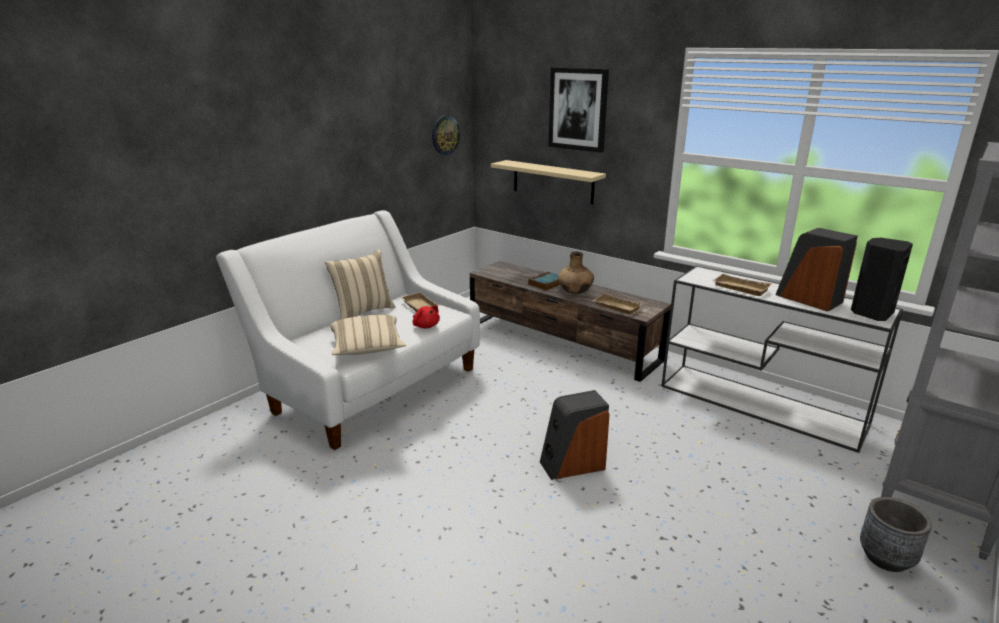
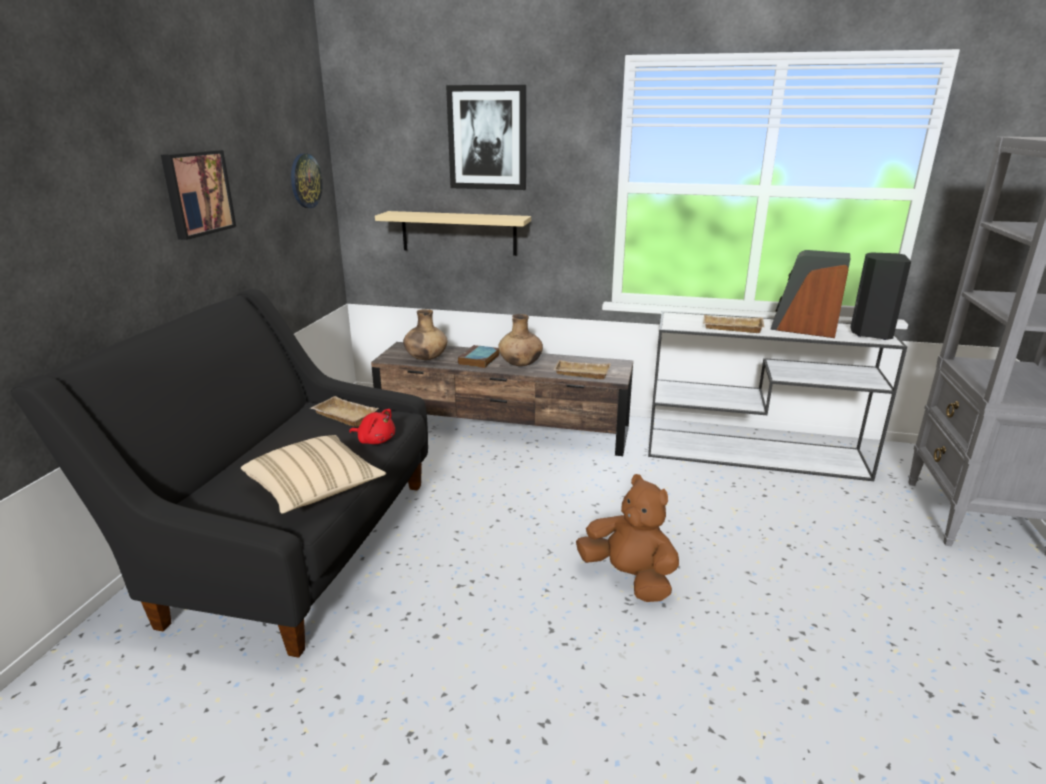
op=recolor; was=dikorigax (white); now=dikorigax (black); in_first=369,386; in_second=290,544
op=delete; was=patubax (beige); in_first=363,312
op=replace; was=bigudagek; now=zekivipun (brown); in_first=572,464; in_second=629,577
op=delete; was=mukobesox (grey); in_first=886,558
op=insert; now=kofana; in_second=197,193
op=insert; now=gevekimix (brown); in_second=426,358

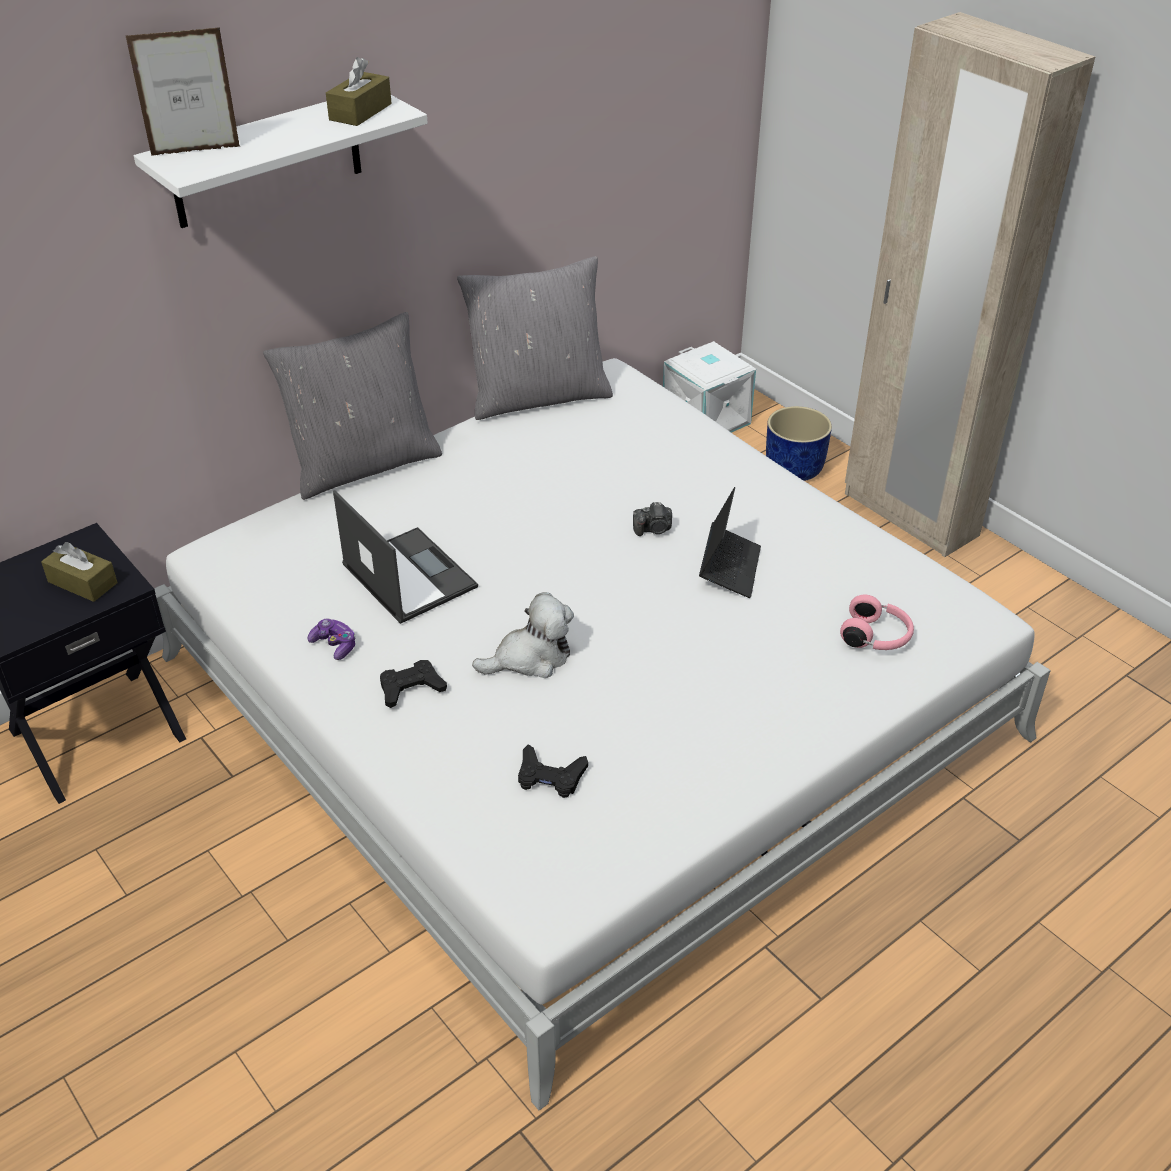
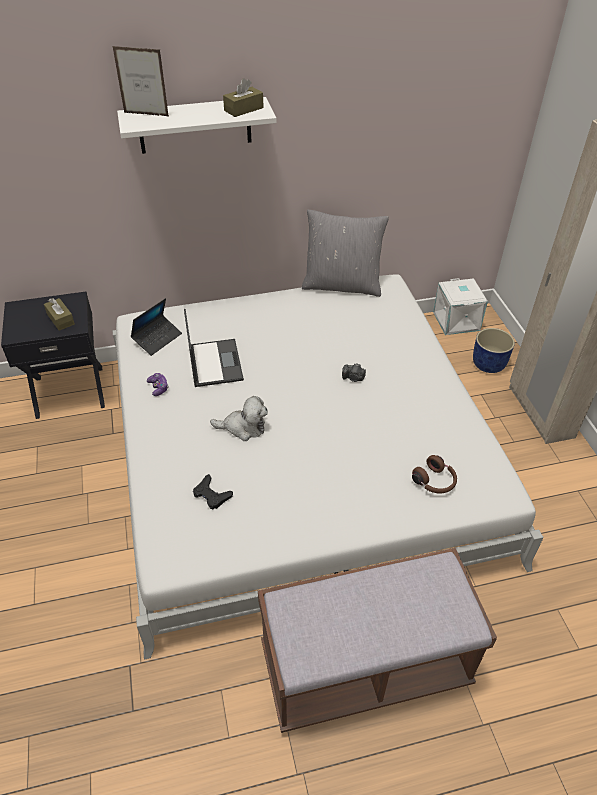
op=delete; was=patubax (grey); in_first=363,464
op=delete; was=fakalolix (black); in_first=411,688
op=move; was=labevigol; in_first=729,568; in_second=157,338
op=recolor; was=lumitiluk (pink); now=lumitiluk (brown); in_first=876,637; in_second=435,482
op=insert; now=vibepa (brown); in_second=364,666

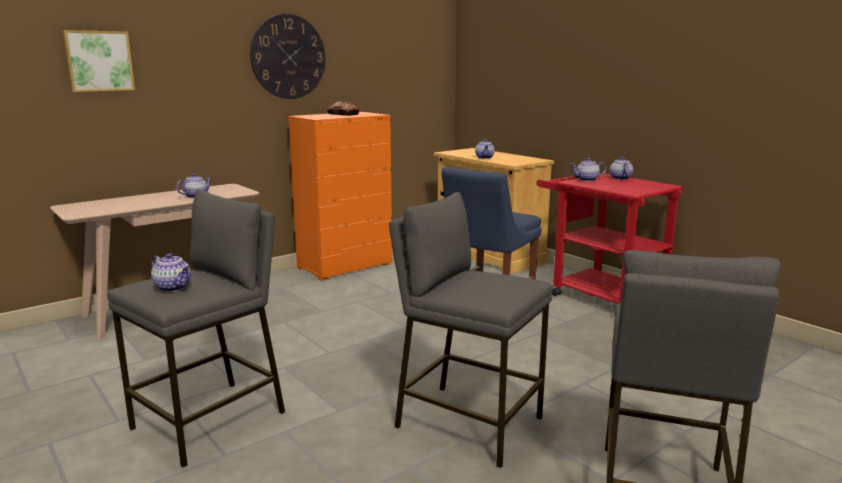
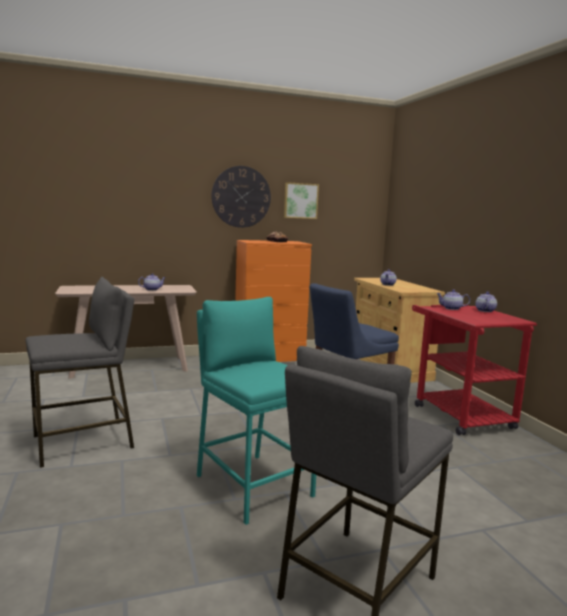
op=move; was=kofana; in_first=99,61; in_second=300,201
op=delete; was=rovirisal; in_first=173,287
op=recolor; was=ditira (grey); now=ditira (turquoise); in_first=468,422; in_second=253,485

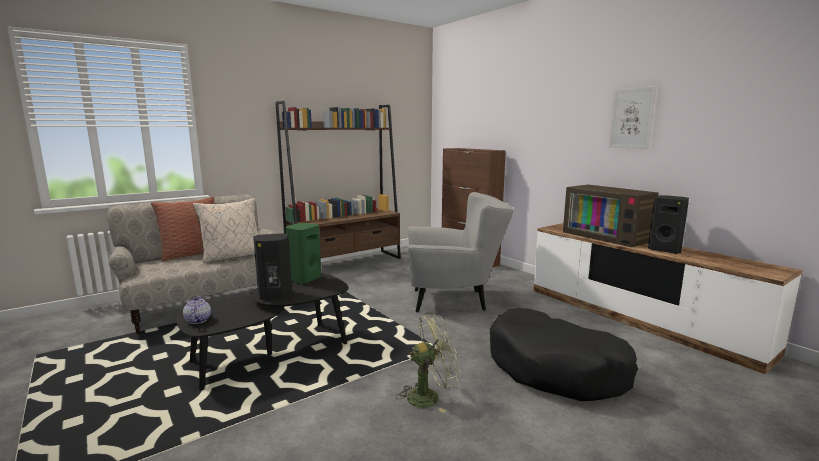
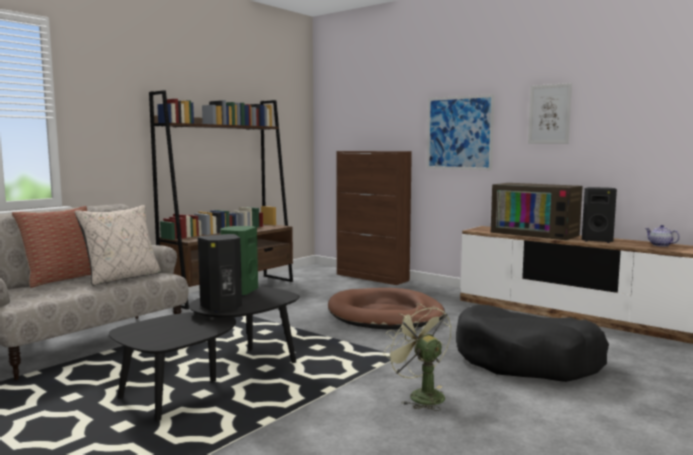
op=move; was=rovirisal; in_first=197,320; in_second=660,245
op=rotate; was=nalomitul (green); in_first=429,396; in_second=420,395; clockwise=-90
op=replace; was=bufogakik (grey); now=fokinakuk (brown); in_first=455,300; in_second=385,315
op=insert; now=kofana; in_second=459,133

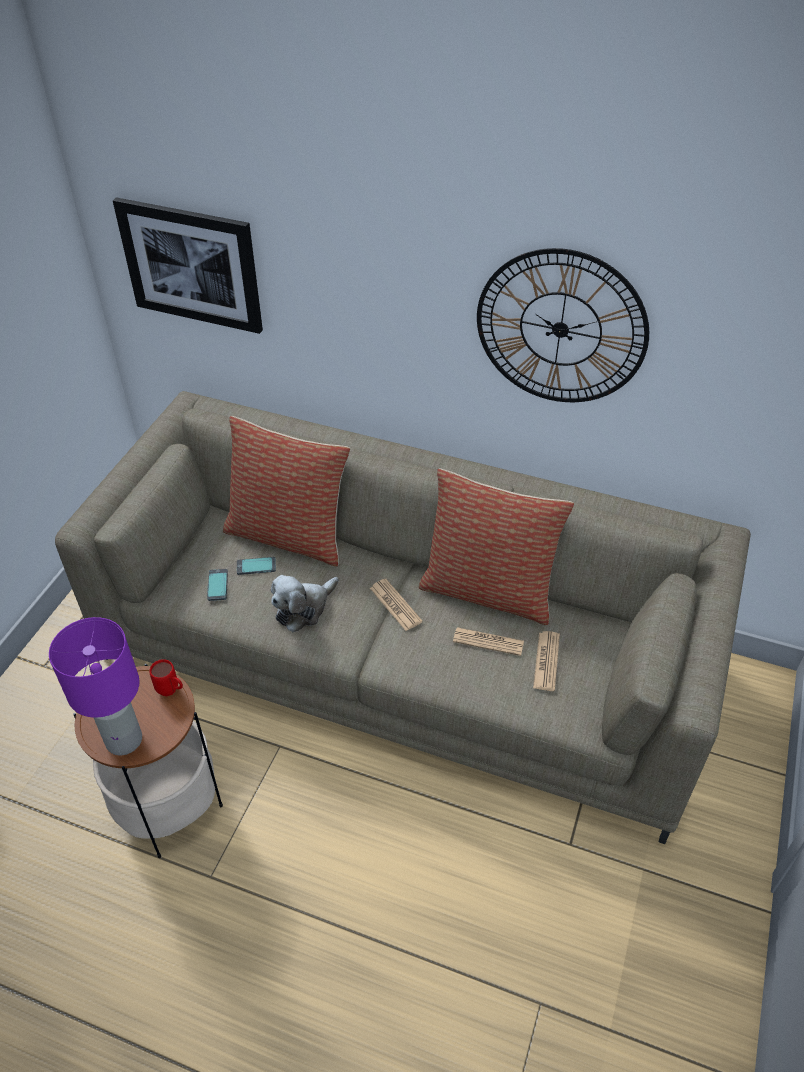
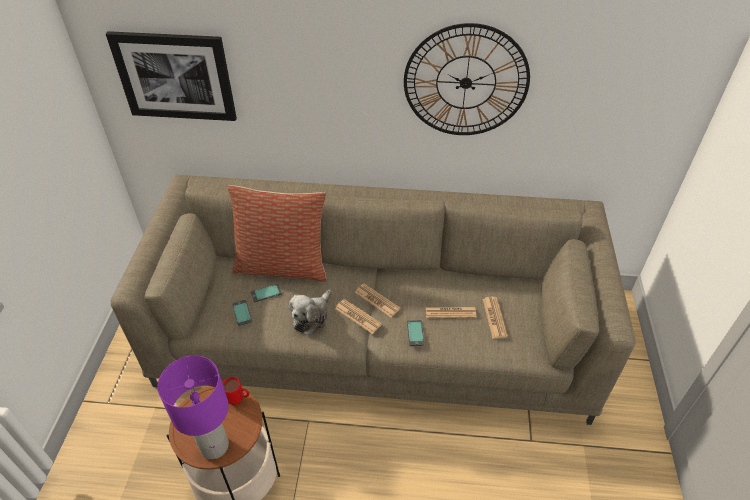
op=delete; was=patubax; in_first=488,590
op=insert; now=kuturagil; in_second=358,316
op=insert; now=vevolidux; in_second=415,333

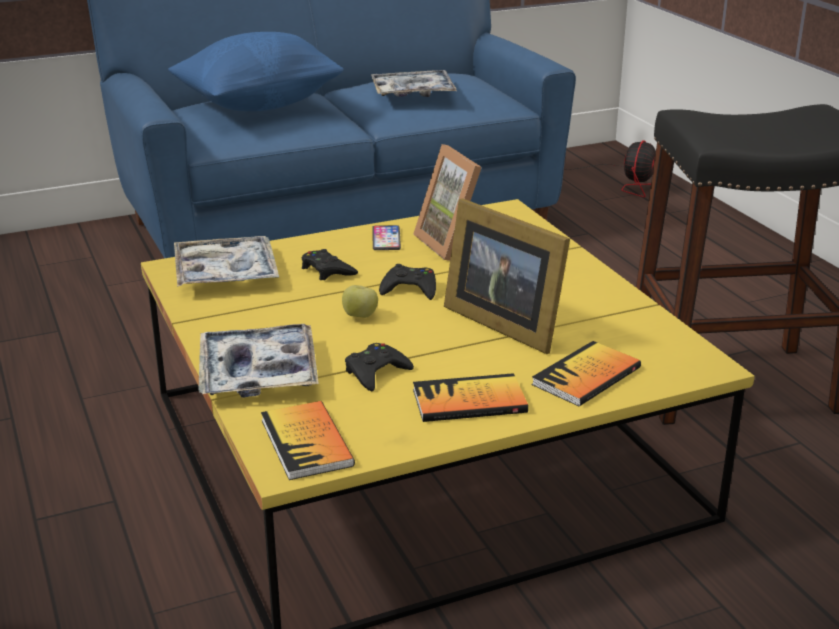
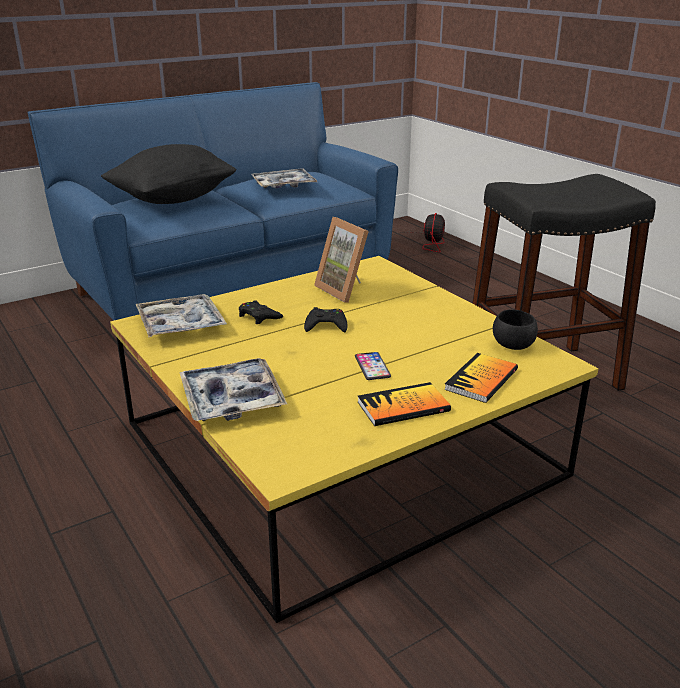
op=recolor; was=patubax (blue); now=patubax (black); in_first=259,105; in_second=173,199
op=delete; was=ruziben; in_first=306,442
op=delete; was=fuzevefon; in_first=360,316
op=delete; was=fakalolix (black); in_first=376,372
op=move; was=vevolidux; in_first=386,239; in_second=372,367
op=delete; was=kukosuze; in_first=503,322
op=insert; now=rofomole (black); in_second=512,345

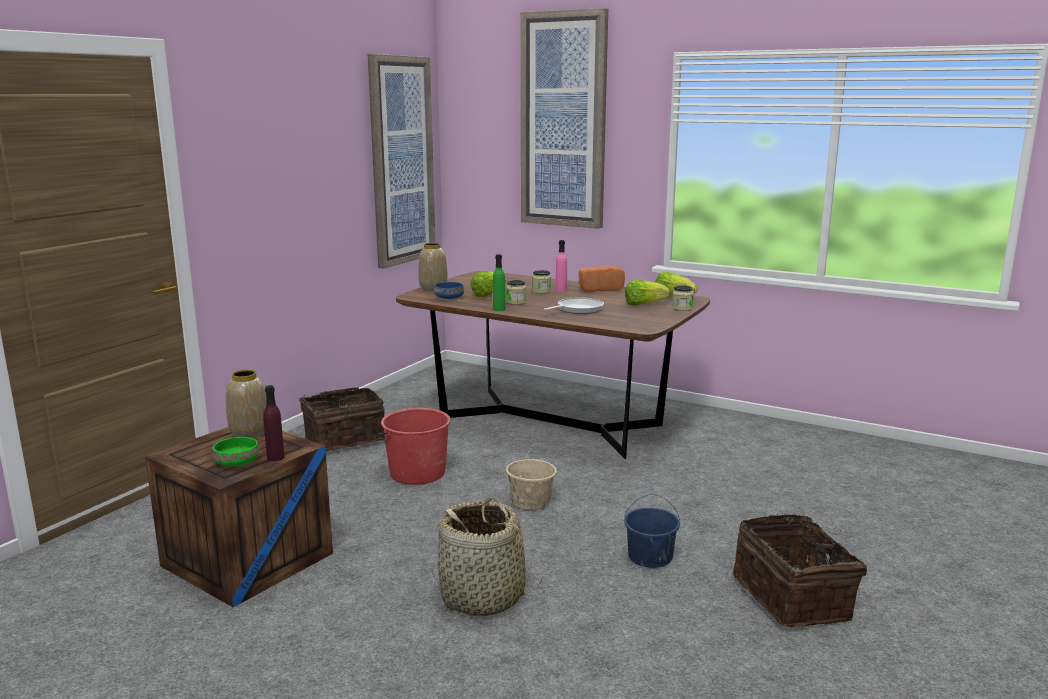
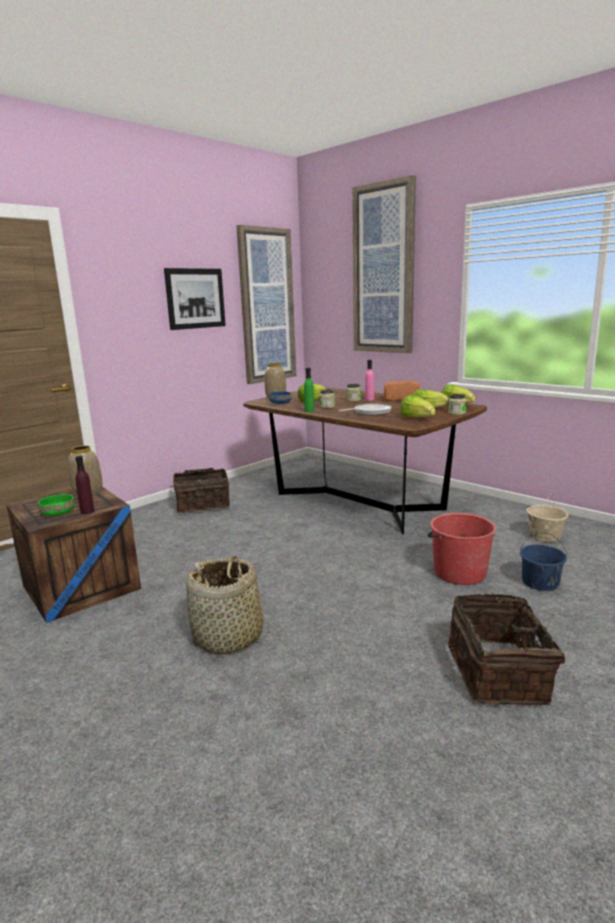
op=move; was=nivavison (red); in_first=417,473; in_second=459,572
op=move; was=nivavison (beige); in_first=531,501; in_second=544,536
op=move; was=nivavison (blue); in_first=650,556; in_second=540,582
op=insert; now=kofana; in_second=195,298
op=insert; now=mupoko; in_second=416,418

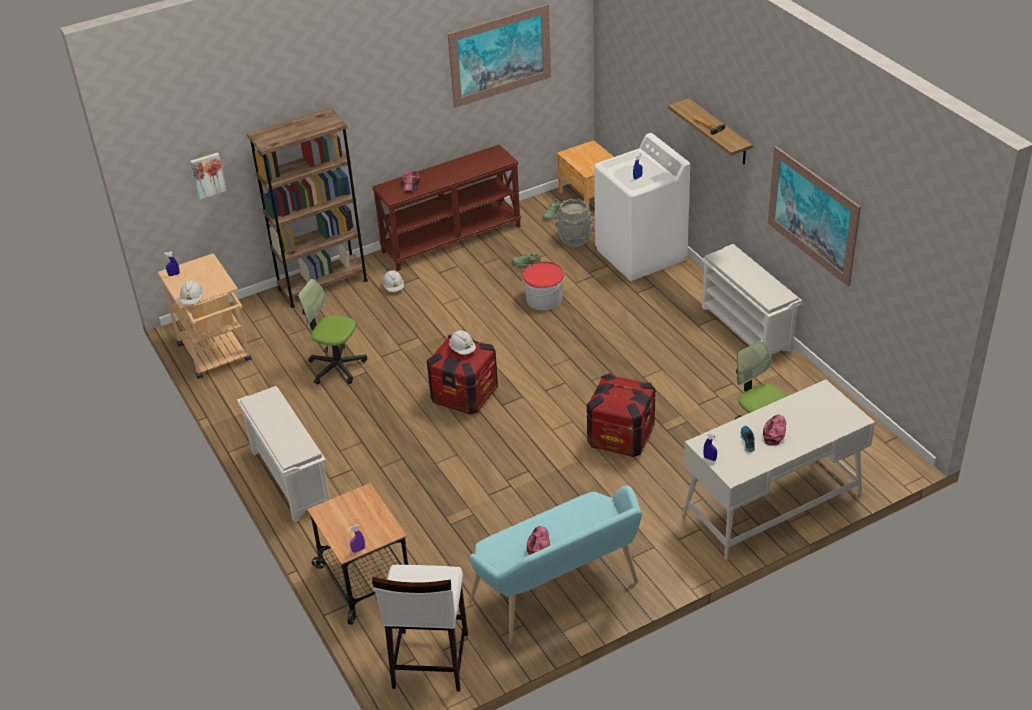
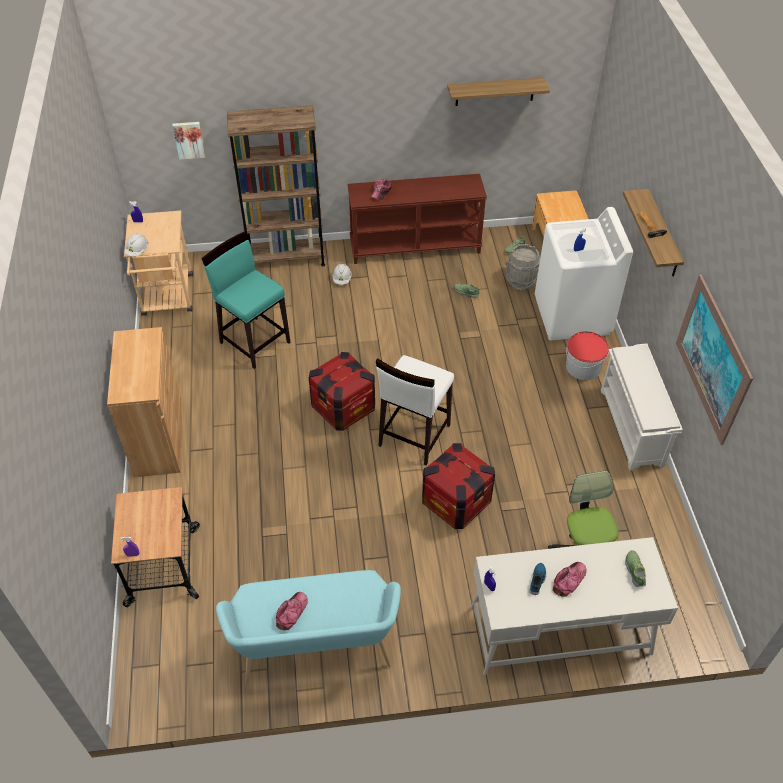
op=replace; was=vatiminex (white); now=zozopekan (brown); in_first=289,478; in_second=158,438
op=replace; was=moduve; now=ditira (turquoise); in_first=336,367; in_second=255,342
op=move; was=ditira (white); in_first=429,661; in_second=413,435
op=replace; was=kofana; now=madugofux; in_first=500,55; in_second=495,91
op=delete; was=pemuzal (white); in_first=462,349
op=move; was=nivavison; in_first=544,299; in_second=583,366
op=insert; now=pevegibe; in_second=635,570

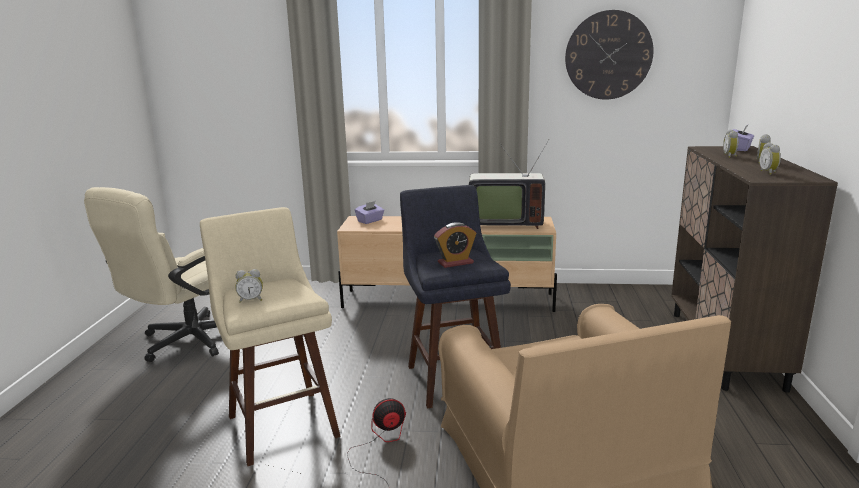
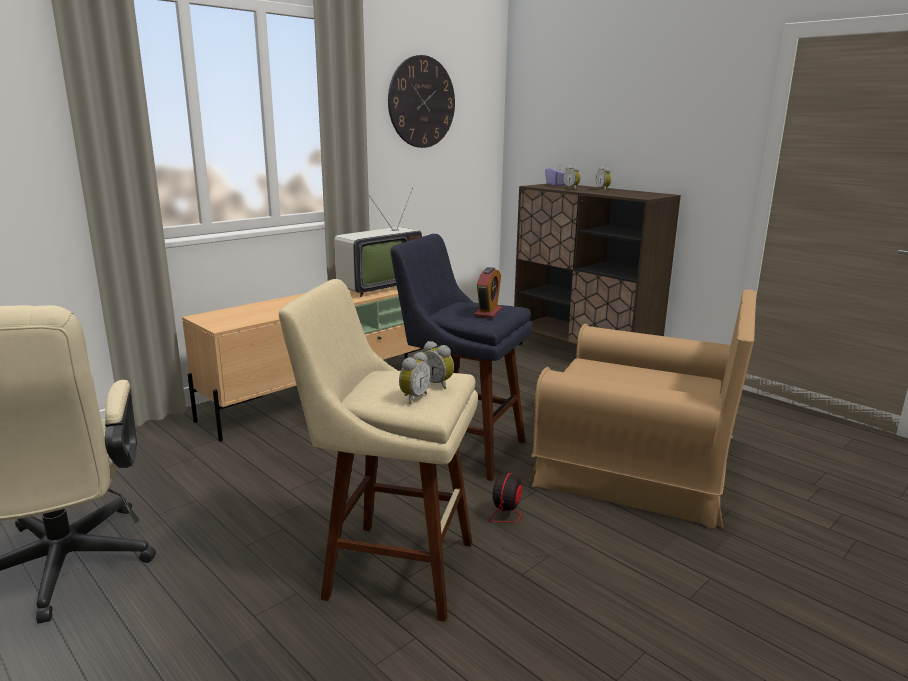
op=delete; was=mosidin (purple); in_first=370,221
op=move; was=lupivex; in_first=769,172; in_second=438,384

